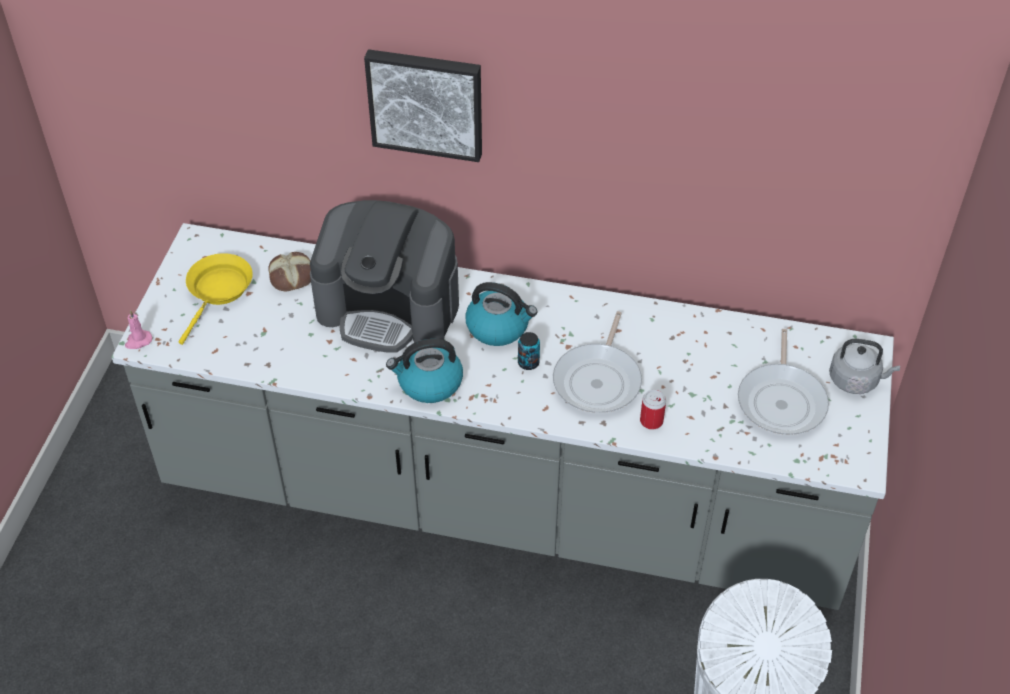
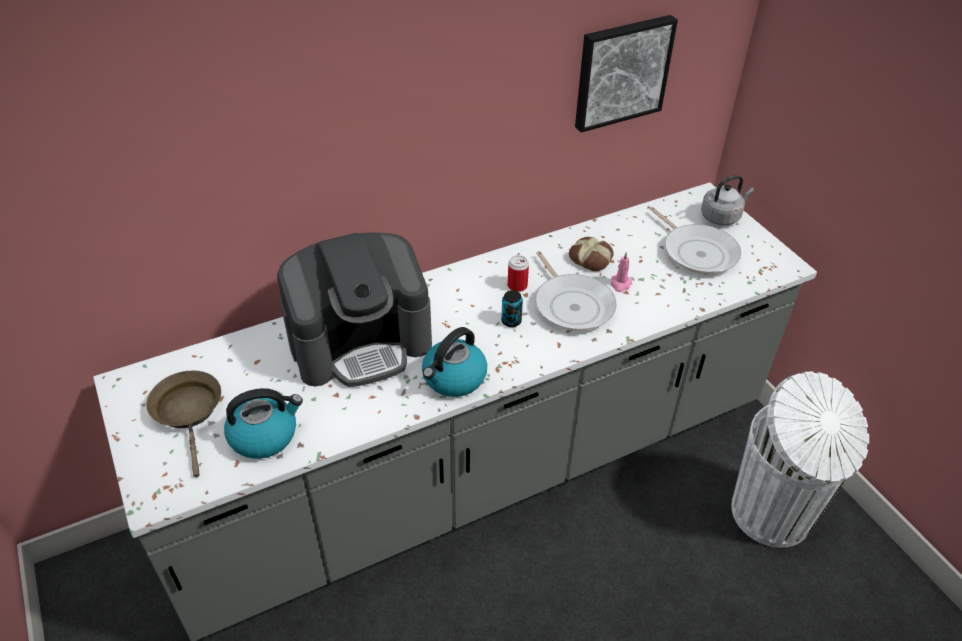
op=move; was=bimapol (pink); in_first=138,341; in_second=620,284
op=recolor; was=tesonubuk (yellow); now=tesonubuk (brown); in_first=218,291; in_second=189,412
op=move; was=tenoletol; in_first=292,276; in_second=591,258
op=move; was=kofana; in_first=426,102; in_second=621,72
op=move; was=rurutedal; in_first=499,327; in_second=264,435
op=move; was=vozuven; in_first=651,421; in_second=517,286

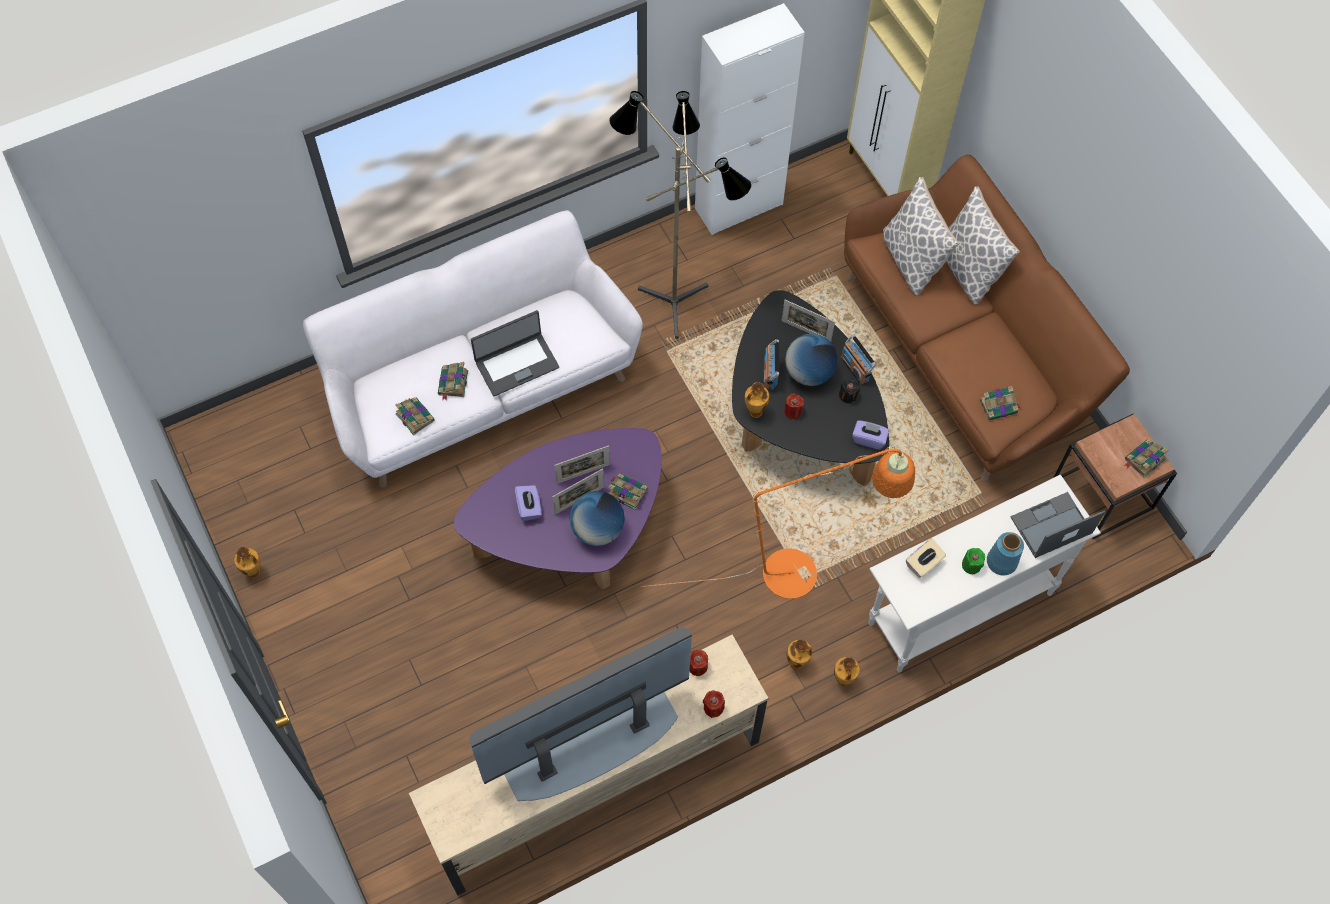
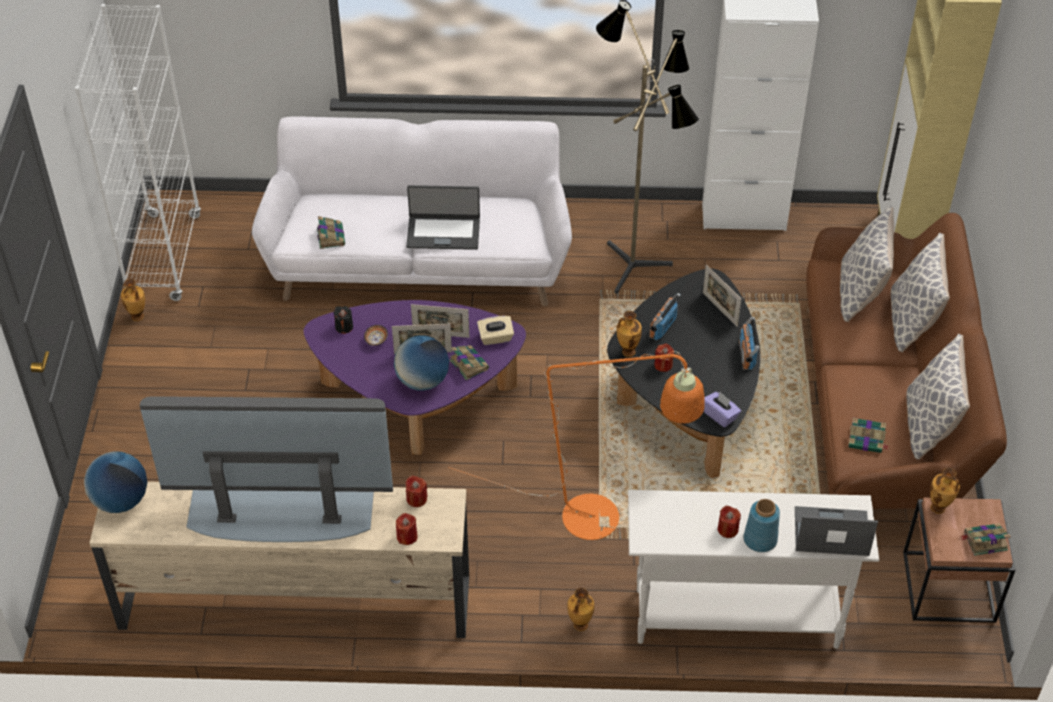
op=delete; was=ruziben; in_first=453,383
op=replace; was=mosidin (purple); now=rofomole; in_first=529,507; in_second=376,340
op=move; was=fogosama; in_first=808,372; in_second=121,500
op=move; was=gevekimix; in_first=796,663; in_second=938,508
op=move; was=bimapol (black); in_first=848,396; in_second=344,327
op=move; was=mosidin (beige); in_first=923,564; in_second=495,338
op=recolor; was=bimapol (green); now=bimapol (red); in_first=971,565; in_second=727,529
op=insert; now=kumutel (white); in_second=164,257
op=insert; now=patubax; in_second=929,425

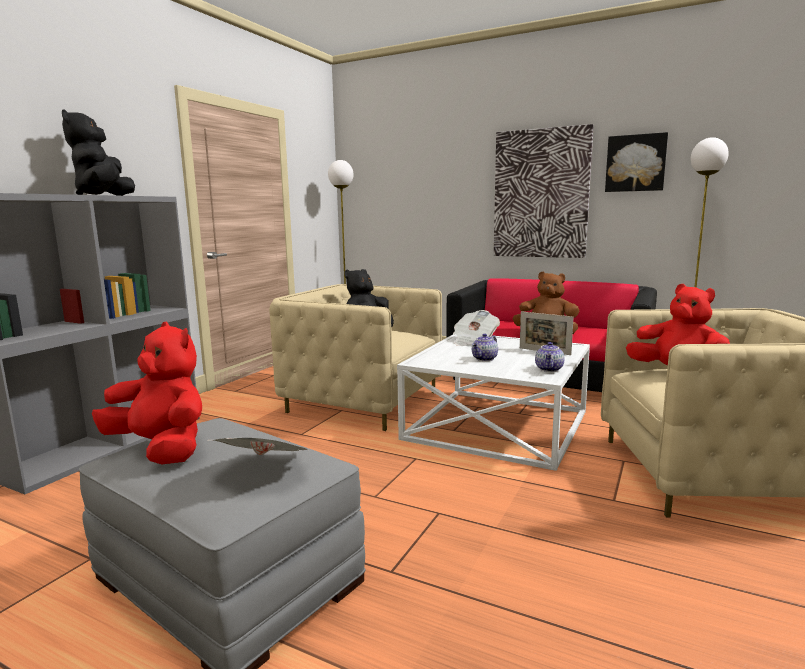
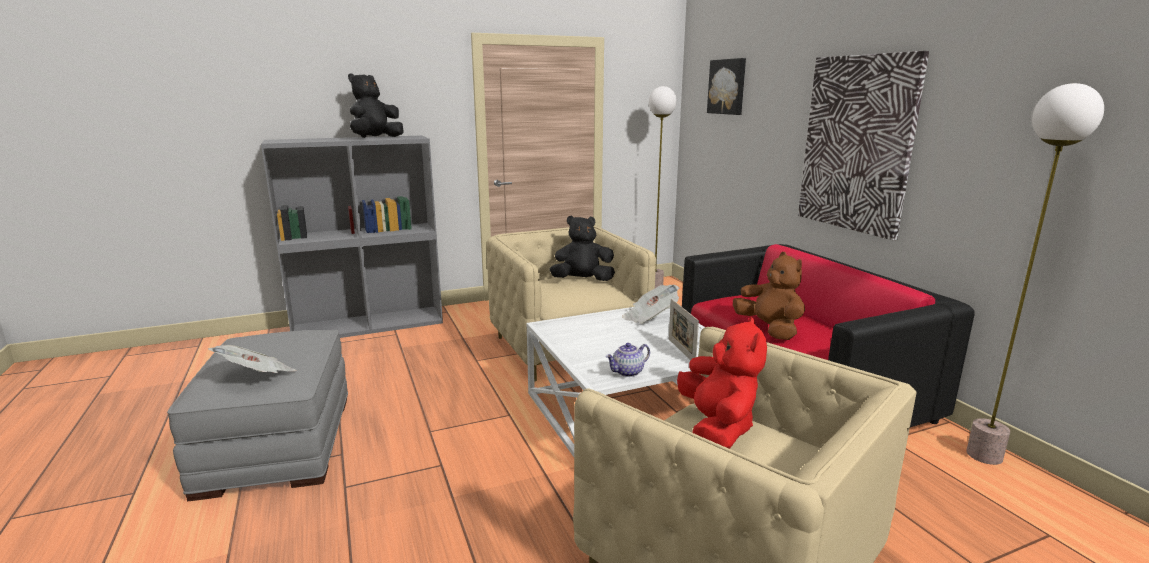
op=delete; was=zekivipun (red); in_first=161,449
op=delete; was=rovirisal; in_first=485,359
op=move; was=kofana; in_first=635,163; in_second=727,86

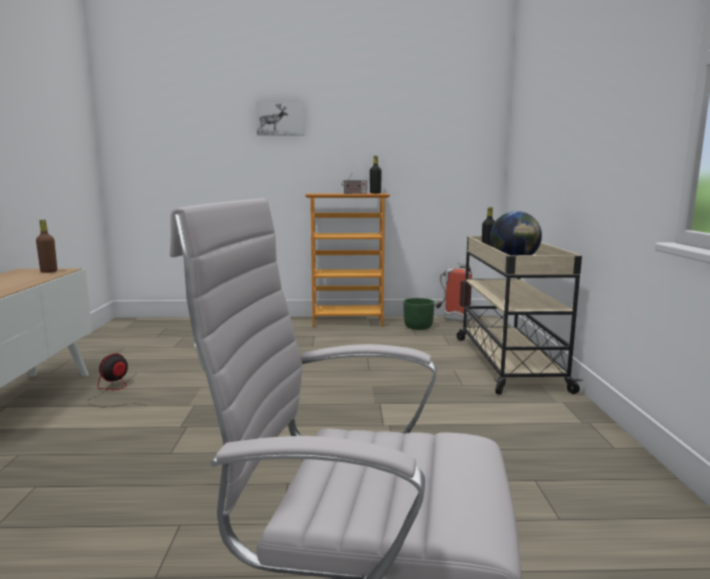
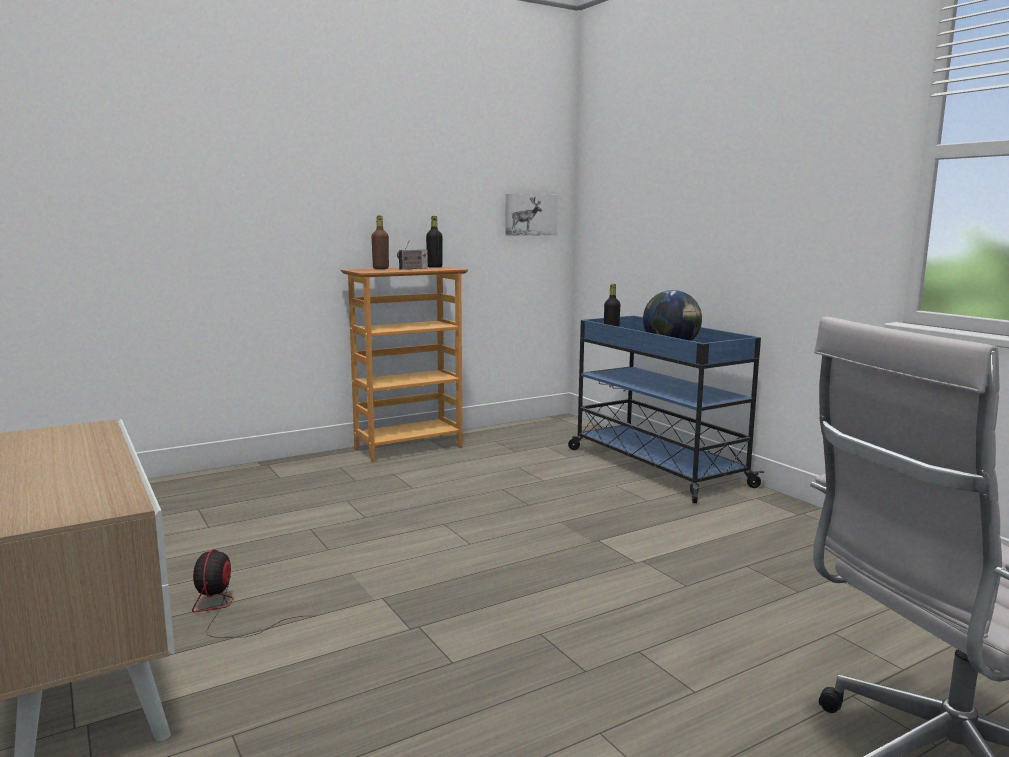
op=move; was=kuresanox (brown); in_first=49,271; in_second=380,268
op=move; was=kofana; in_first=280,118; in_second=530,215
op=delete; was=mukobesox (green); in_first=418,327
op=delete; was=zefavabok; in_first=452,319
op=recolor; was=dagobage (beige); now=dagobage (blue); in_first=508,362; in_second=655,466

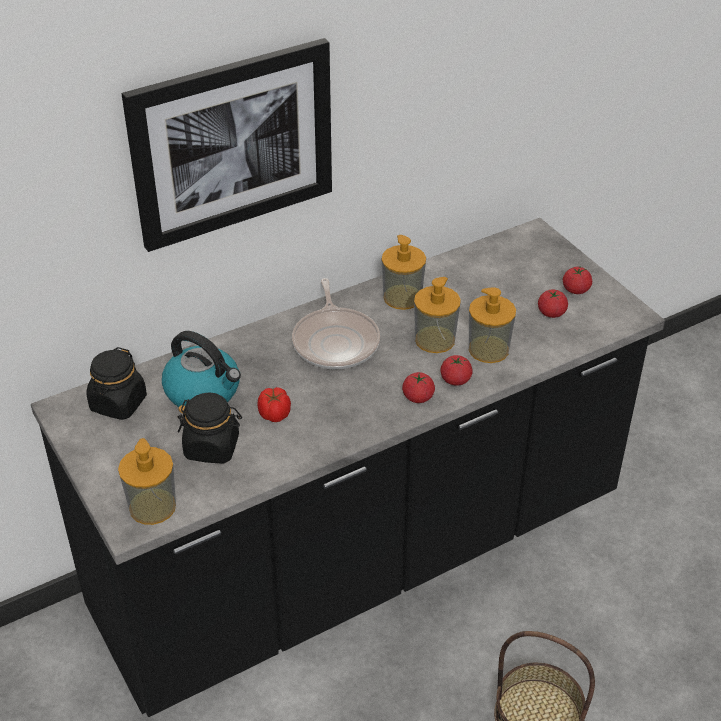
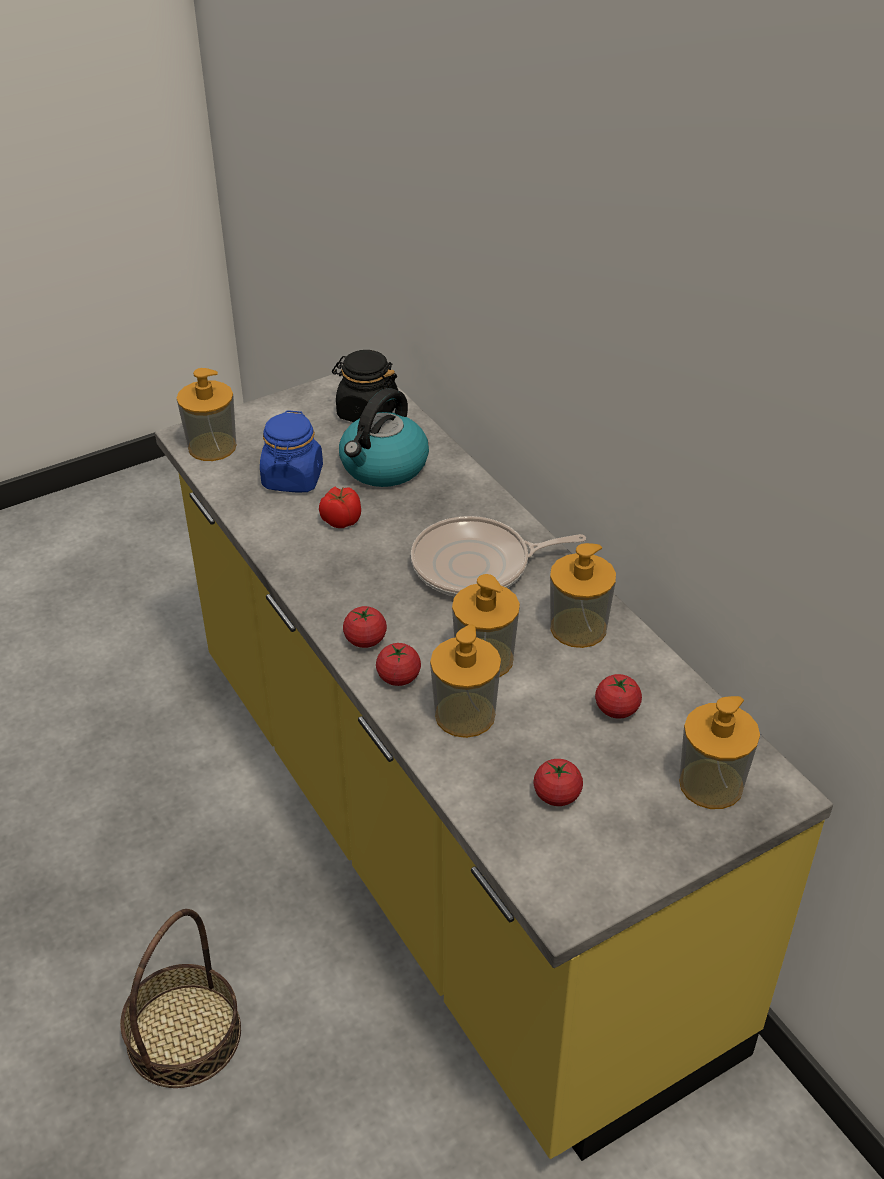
op=recolor; was=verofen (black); now=verofen (yellow); in_first=360,558; in_second=443,846
op=delete; was=kofana; in_first=232,143
op=recolor; was=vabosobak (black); now=vabosobak (blue); in_first=212,447; in_second=293,478
op=move; was=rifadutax; in_first=576,290; in_second=616,709
op=insert; now=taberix; in_second=711,784

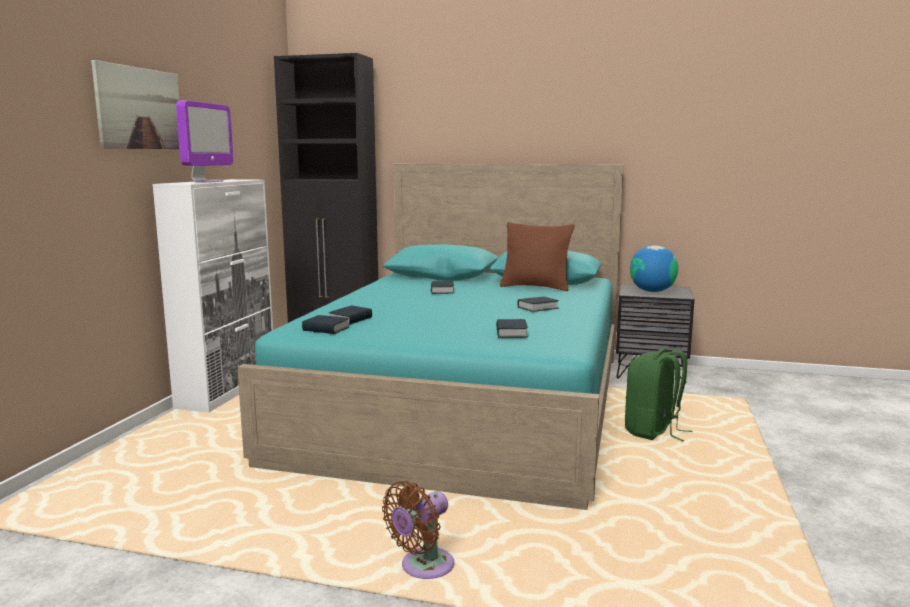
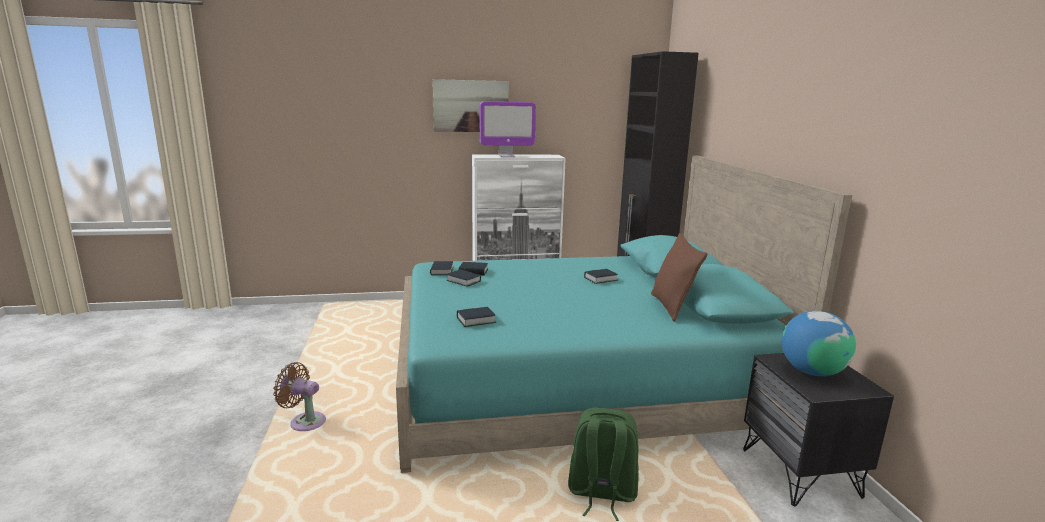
op=move; was=ruziben; in_first=537,308; in_second=463,281

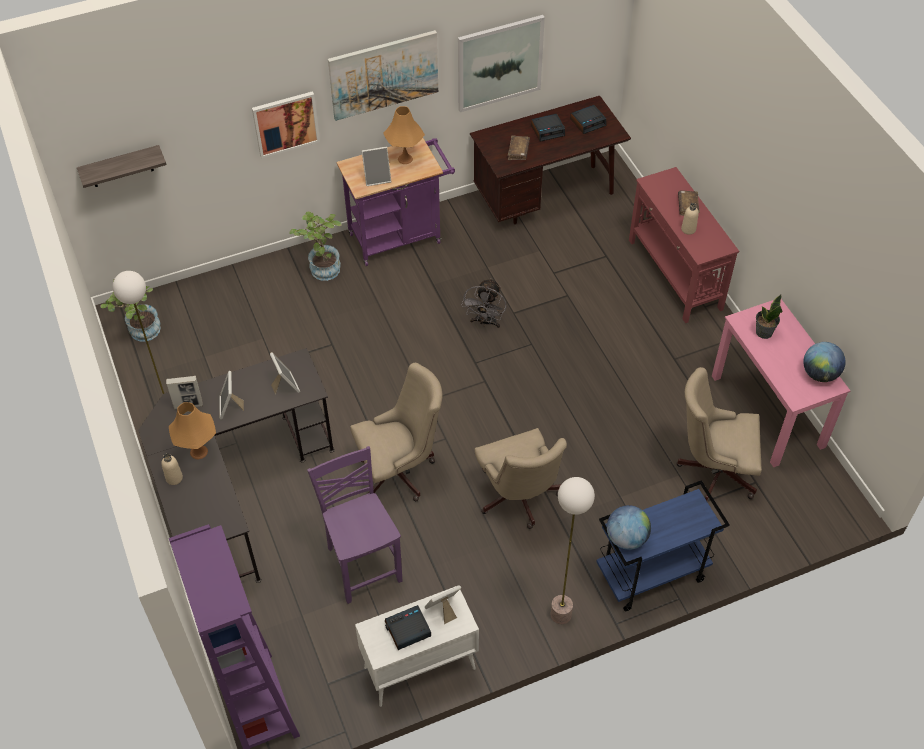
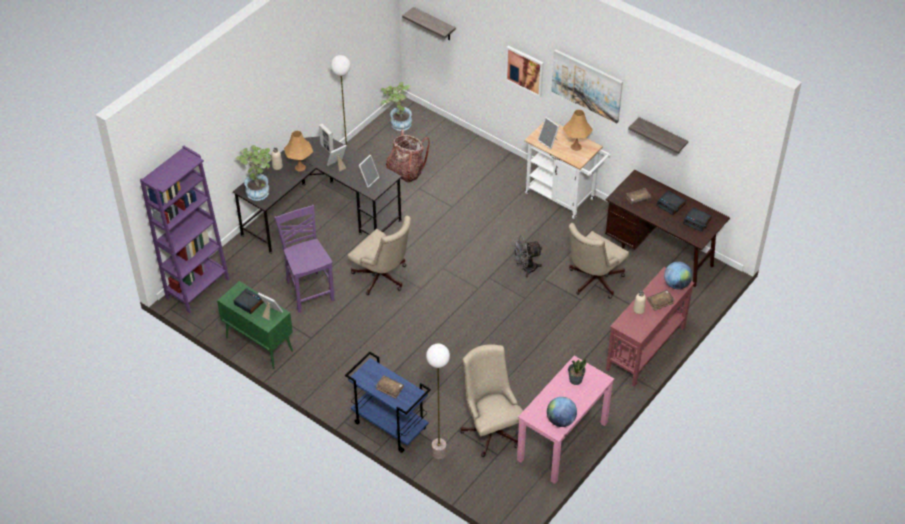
op=move; was=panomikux; in_first=322,267; in_second=259,190
op=rotate; was=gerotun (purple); in_first=363,564; in_second=309,290; clockwise=-60
op=recolor; was=dagobage (purple); now=dagobage (white); in_first=400,236; in_second=563,197
op=recolor; was=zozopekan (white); now=zozopekan (green); in_first=418,669; in_second=258,344
op=replace; was=kofana; now=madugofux; in_first=499,63; in_second=662,136
op=move; was=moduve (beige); in_first=519,499; in_second=592,281
op=move; was=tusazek; in_first=560,615; in_second=438,453
op=move; was=fogosama; in_first=626,538; in_second=676,284
op=insert; now=ruziben (brown); in_second=389,388
op=insert; now=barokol; in_second=406,171

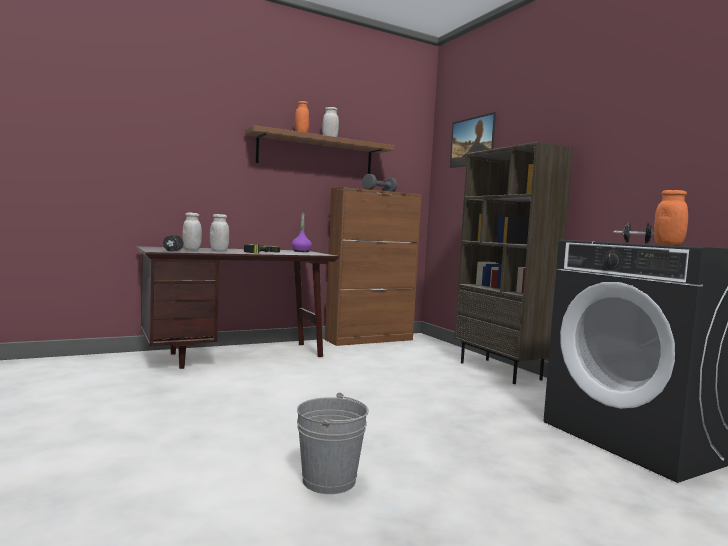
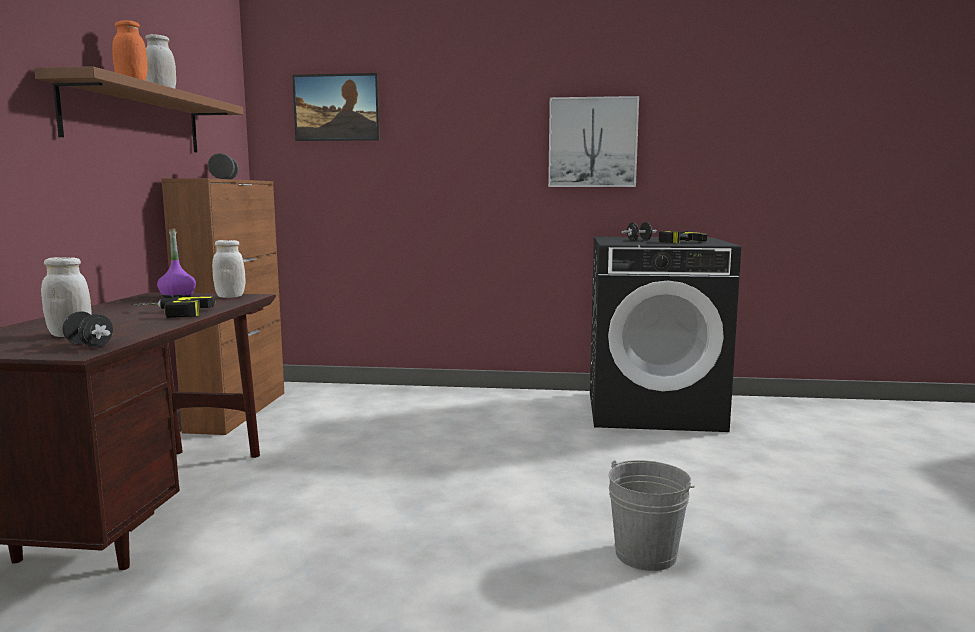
op=move; was=vabosobak (white); in_first=219,251; in_second=230,296
op=delete; was=kumutel (brown); in_first=501,371
op=replace; was=vabosobak (orange); now=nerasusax; in_first=668,244; in_second=673,241
op=insert; now=kofana; in_second=592,142

